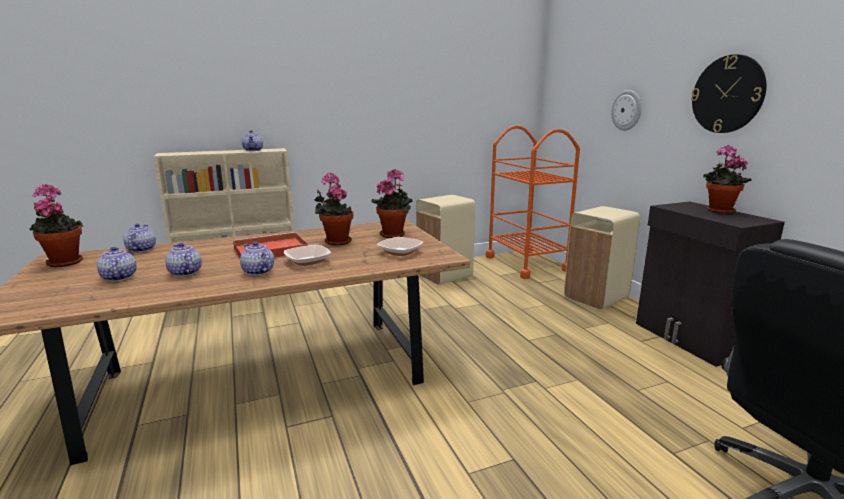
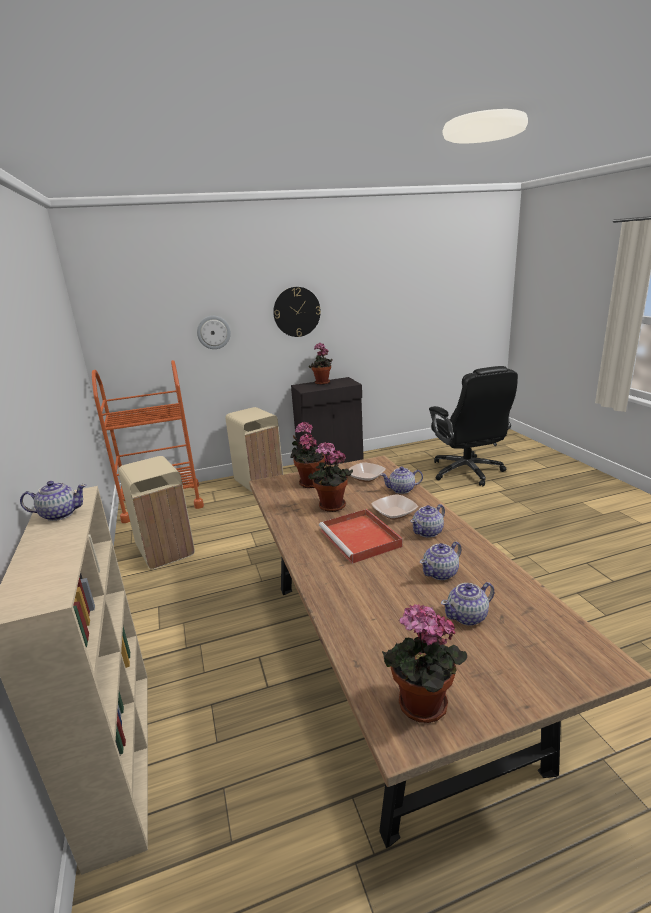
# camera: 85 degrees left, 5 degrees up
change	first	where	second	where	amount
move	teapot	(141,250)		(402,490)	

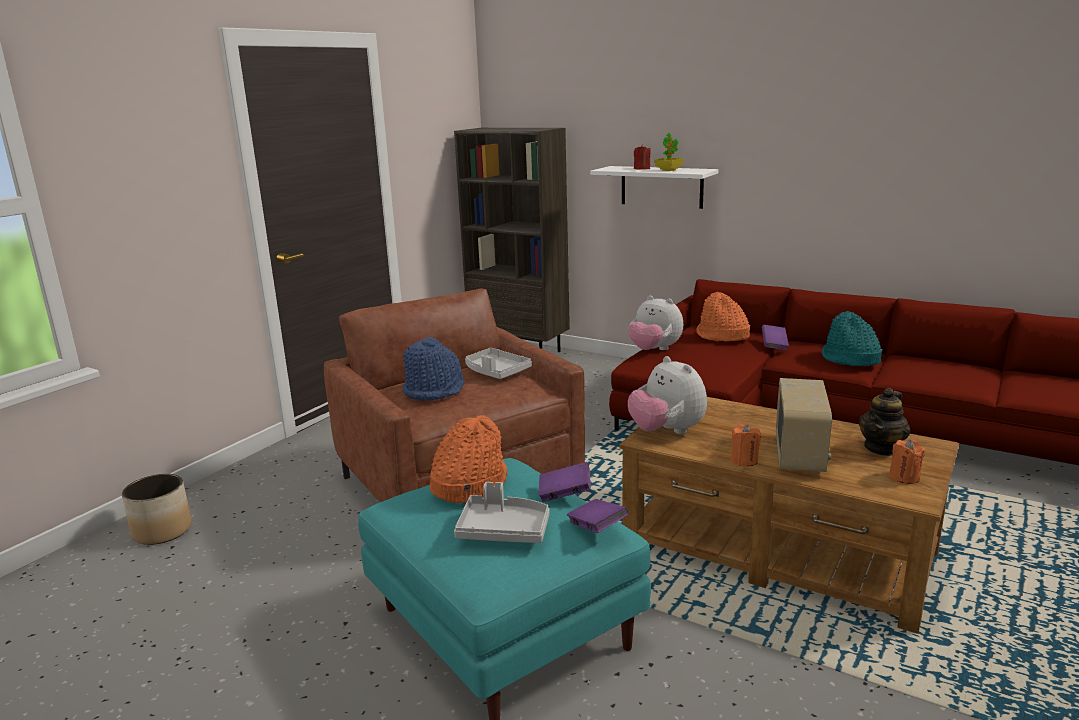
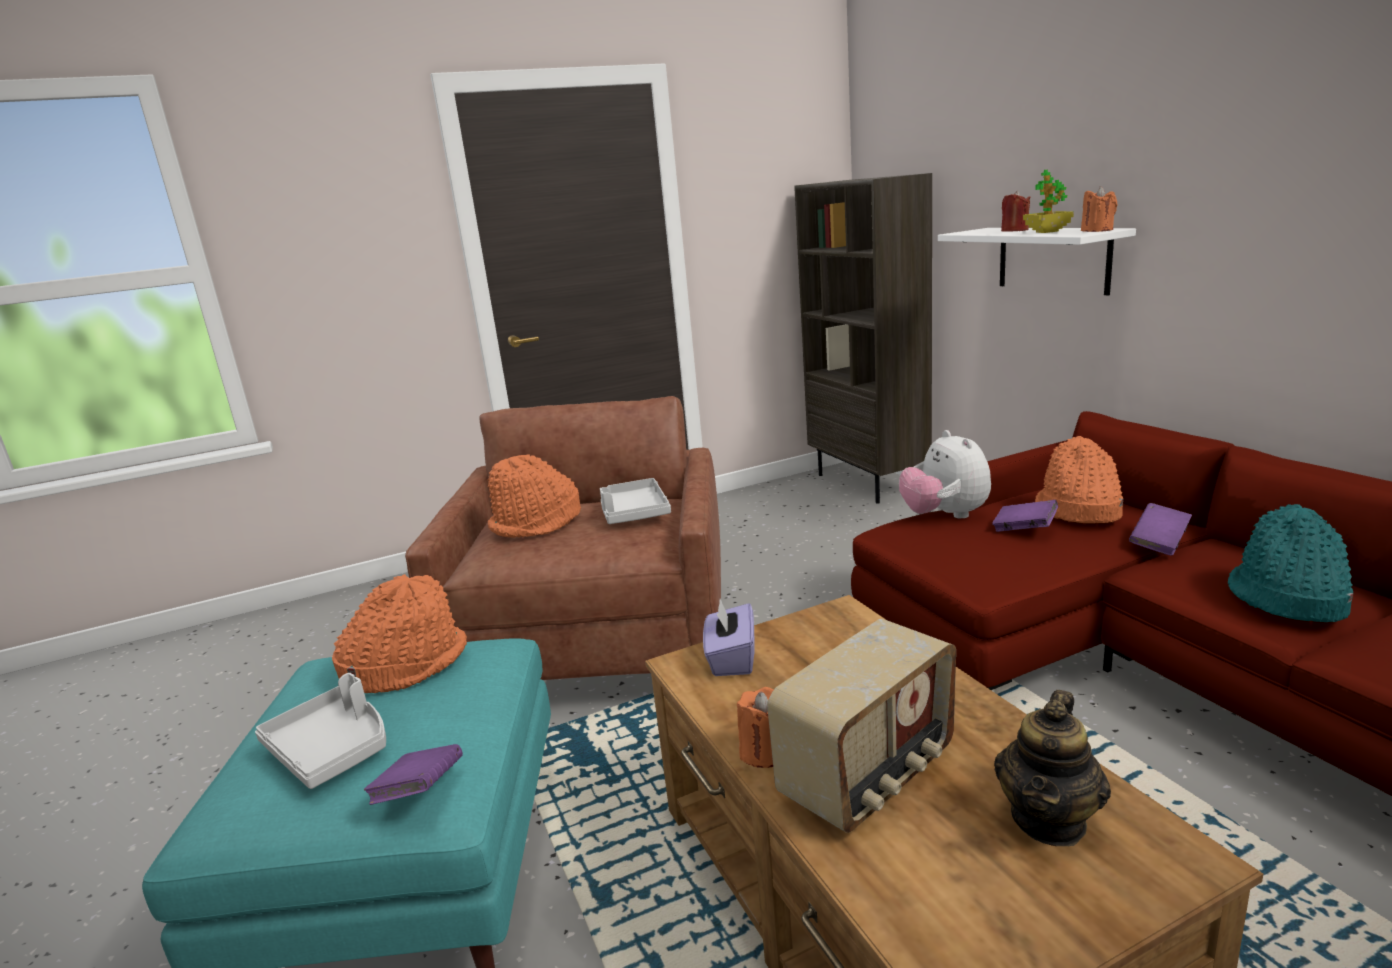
# camera: 35 degrees right, 0 degrees up
change	first	where	second	where	amount
delete	planter	(162,531)			
move	purple book	(564,494)		(1024,529)	
move	orange candle	(904,477)		(1097,230)	
replace	plush toy	(666,431)	purple tissue box	(731,659)	
recolor	blue hat	(434,390)	orange hat	(537,523)	
rotate	teapot	(882,448)		(1049,820)	45 degrees counterclockwise

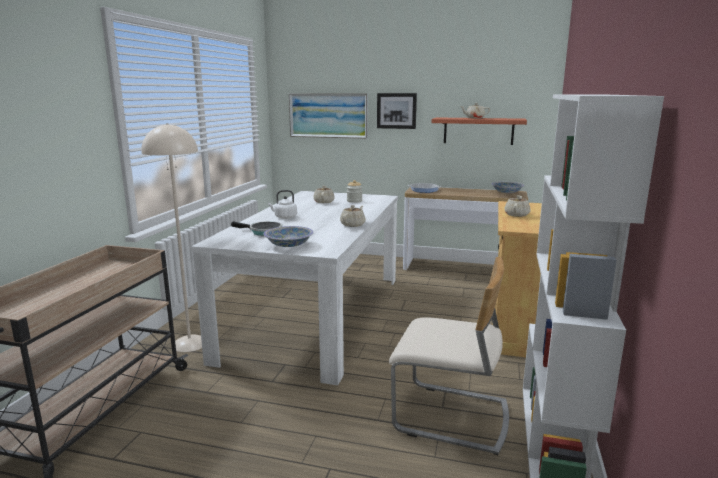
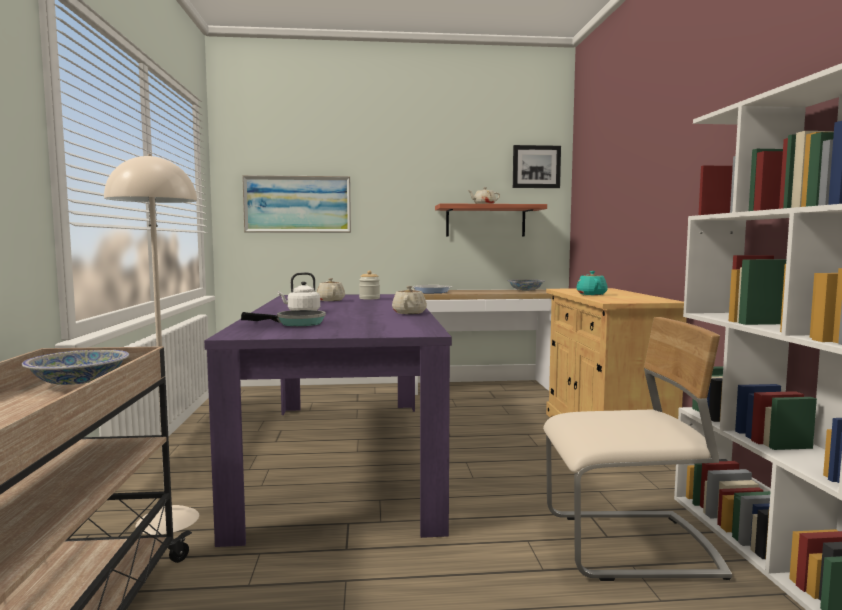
# camera: 20 degrees left, 10 degrees down
change	first	where	second	where	amount
move	bowl	(289,245)		(79,382)	
move	picture	(396,111)		(536,167)	
recolor	white dining table	(317,315)	purple dining table	(343,456)	
recolor	beige teapot	(517,214)	turquoise teapot	(591,294)	

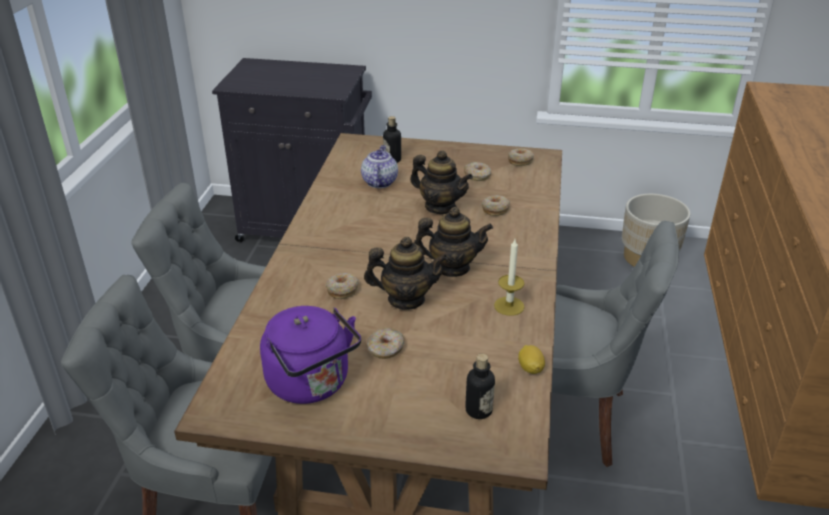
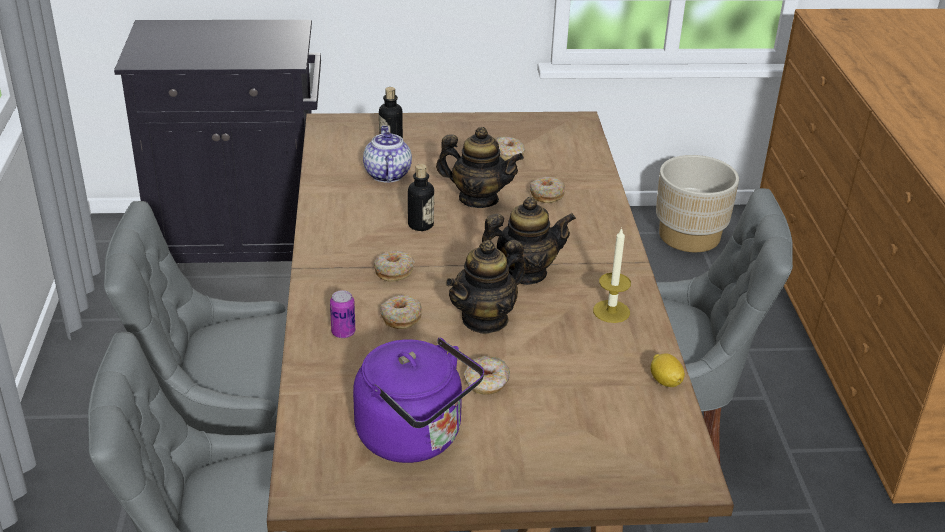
# camera: 15 degrees left, 0 degrees up
change	first	where	second	where	amount
insert			can	(343,332)	
move	bottle	(478,410)		(420,225)	
move	donut	(520,161)		(393,271)	
rotate	teapot	(406,299)		(485,319)	150 degrees clockwise

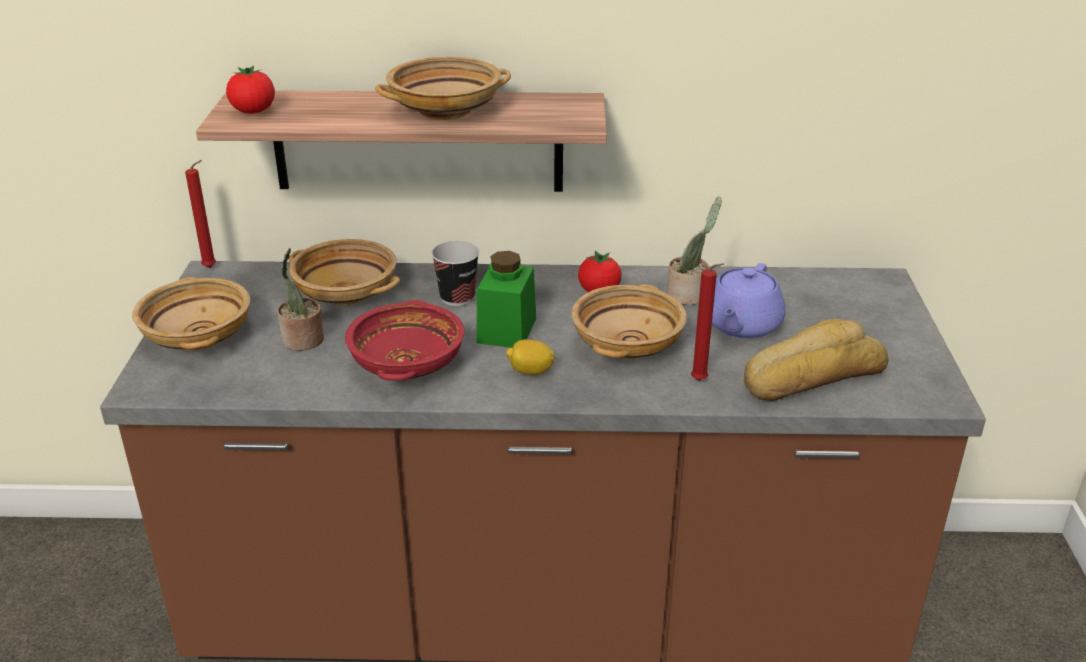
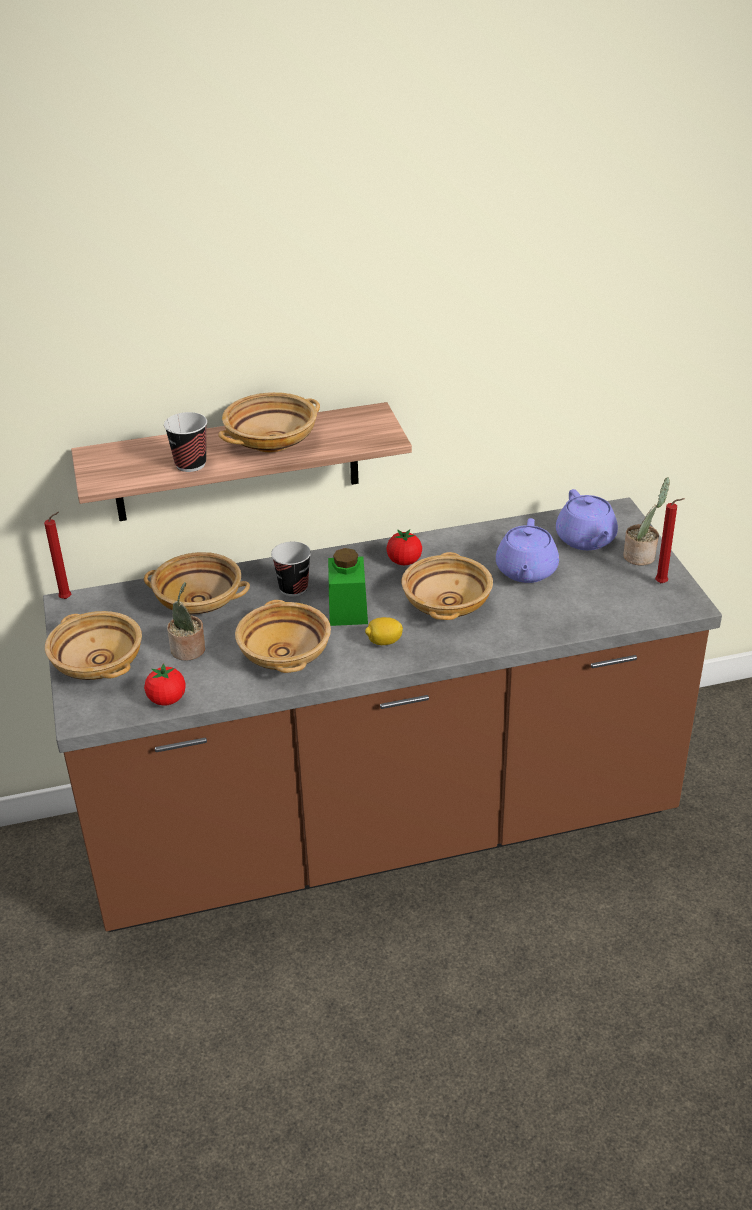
# camera: 15 degrees left, 5 degrees up
change	first	where	second	where	amount
delete	bread	(810,375)			
insert			cup	(190,464)	
insert			purple teapot	(586,540)	
move	tomato	(253,112)		(167,699)	
move	potted plant	(689,295)		(641,556)	
move	red candle	(701,381)		(663,584)	
recolor	red bowl	(408,364)	beige bowl	(285,655)	

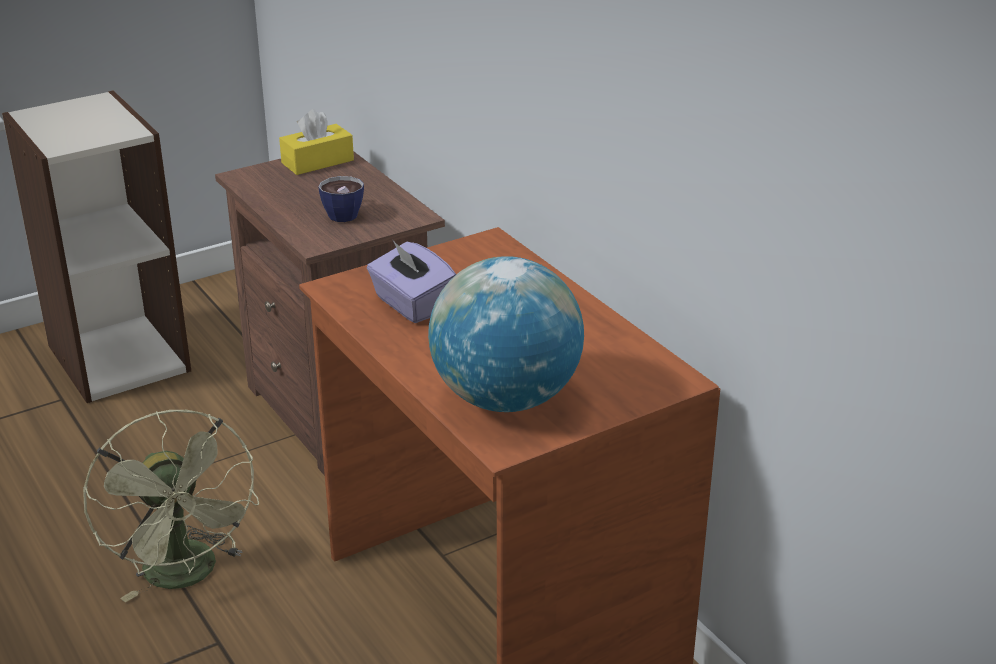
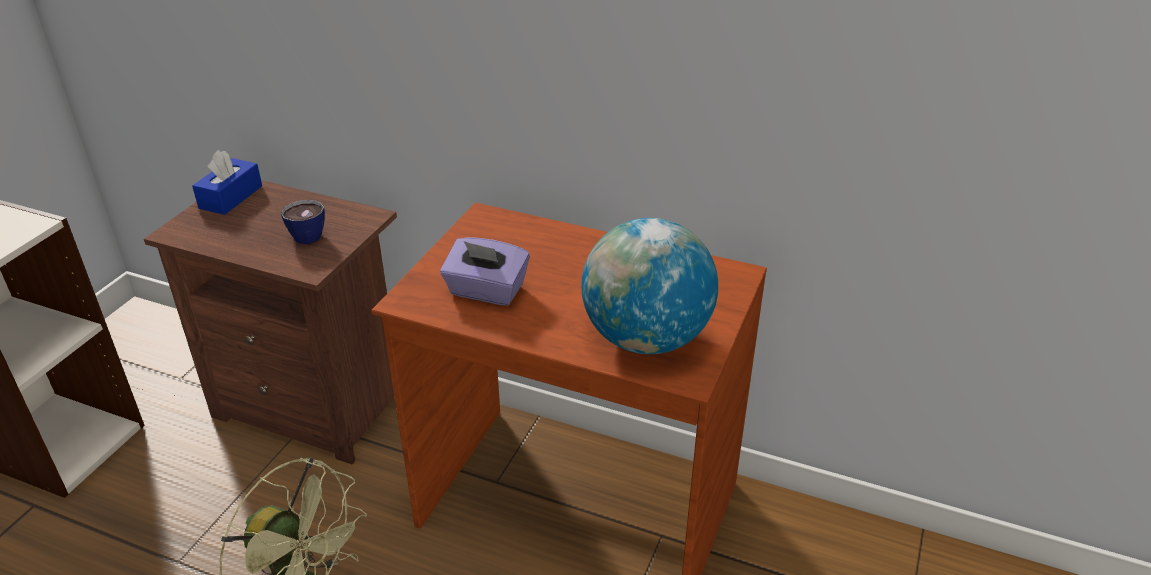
# camera: 35 degrees left, 5 degrees up
change	first	where	second	where	amount
recolor	yellow tissue box	(317,162)	blue tissue box	(231,197)	

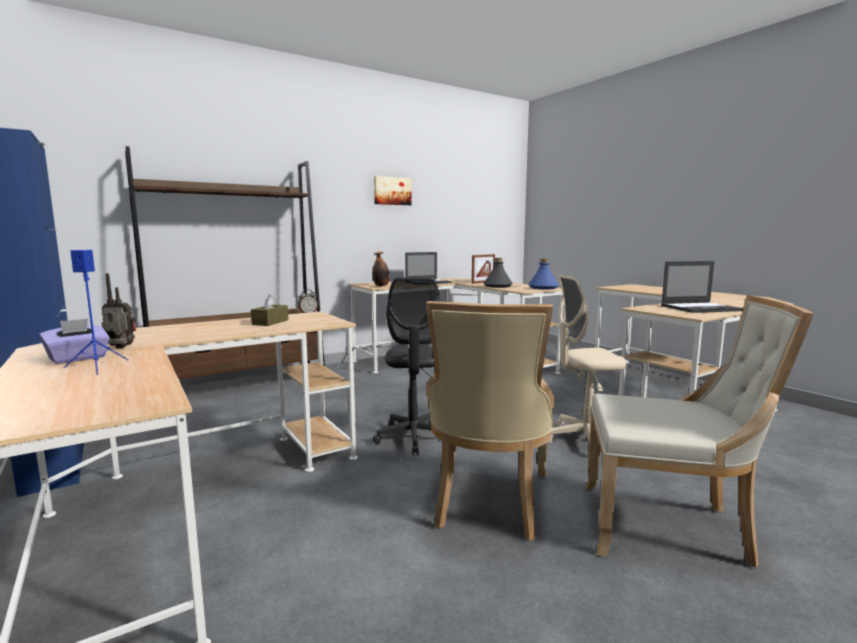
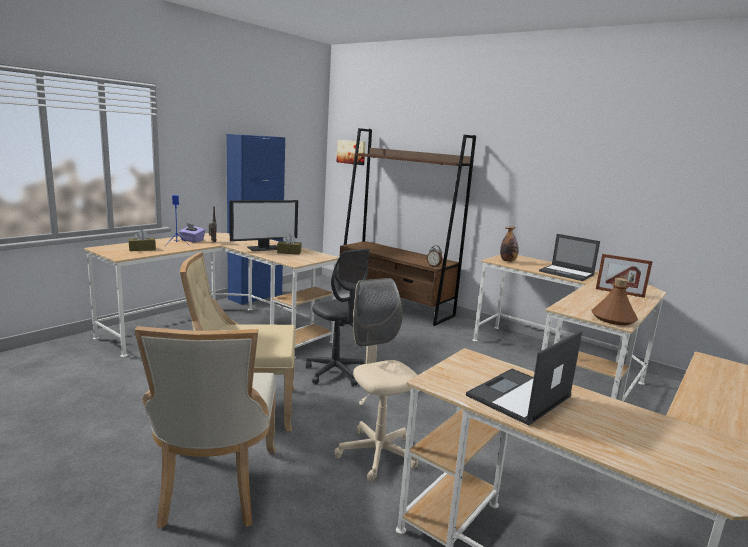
# camera: 70 degrees right, 5 degrees up
change	first	where	second	where	amount
delete	grey bottle	(497,286)			
insert			brown tissue box	(142,249)	
insert			monitor	(264,248)	
move	picture	(392,191)		(351,152)	
recolor	blue bottle	(543,288)	brown bottle	(613,319)	
rotate	grey office chair	(413,438)		(335,373)	105 degrees counterclockwise
rotate	laptop	(701,308)		(518,396)	75 degrees clockwise

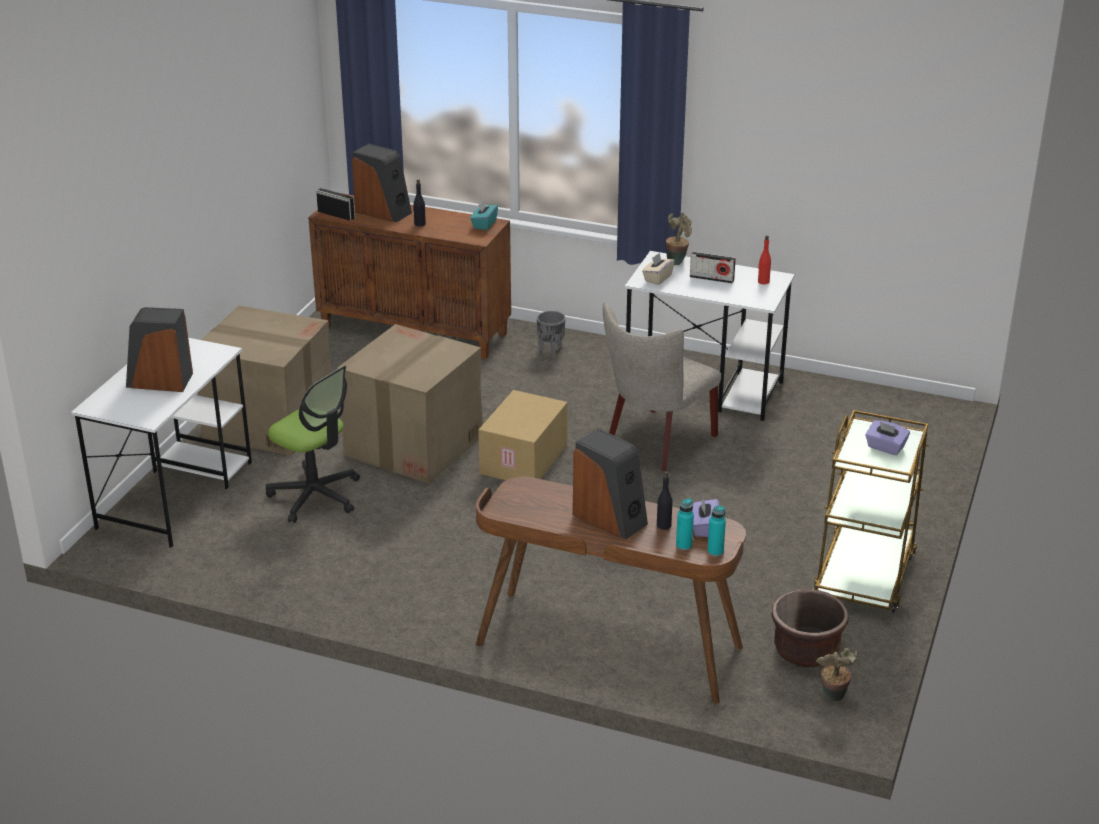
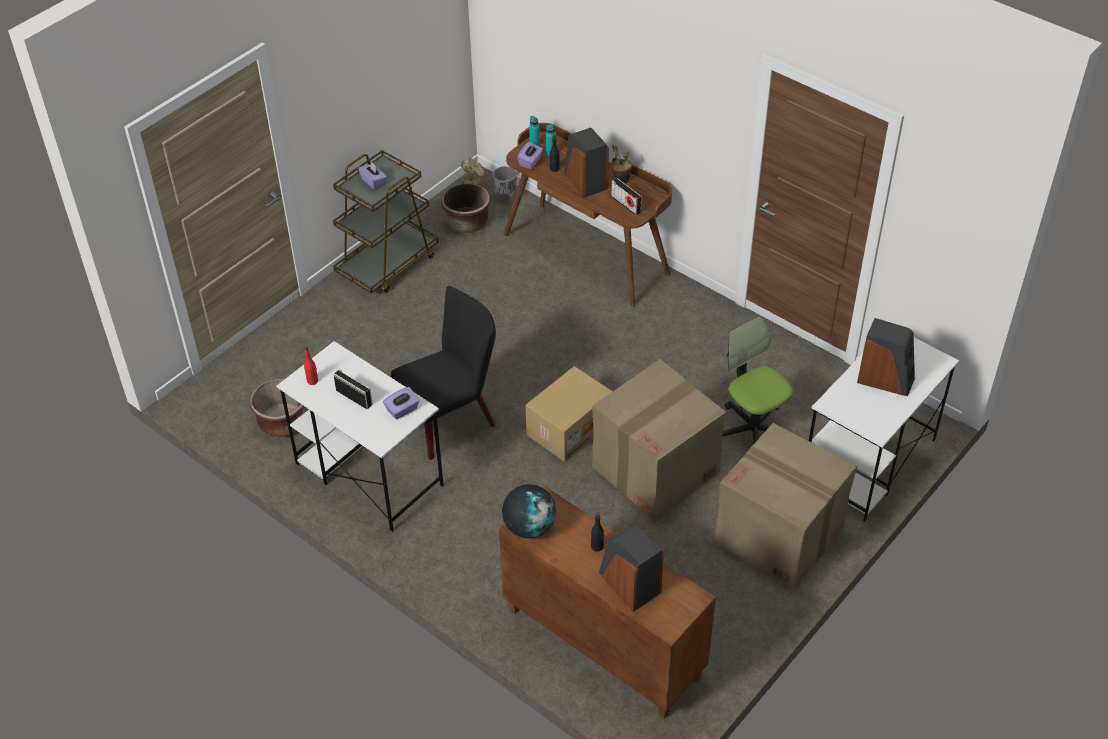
# camera: 160 degrees left, 15 degrees up
change	first	where	second	where	amount
insert			brown planter	(282,423)	
move	radio	(336,215)		(626,204)	
move	grey planter	(551,352)		(505,198)	
move	potted plant	(677,261)		(620,180)	
replace	turquoise tissue box	(484,224)	globe	(529,527)	
recolor	beige chair	(656,443)	black chair	(452,418)	
recolor	beige tissue box	(657,278)	purple tissue box	(402,410)	

